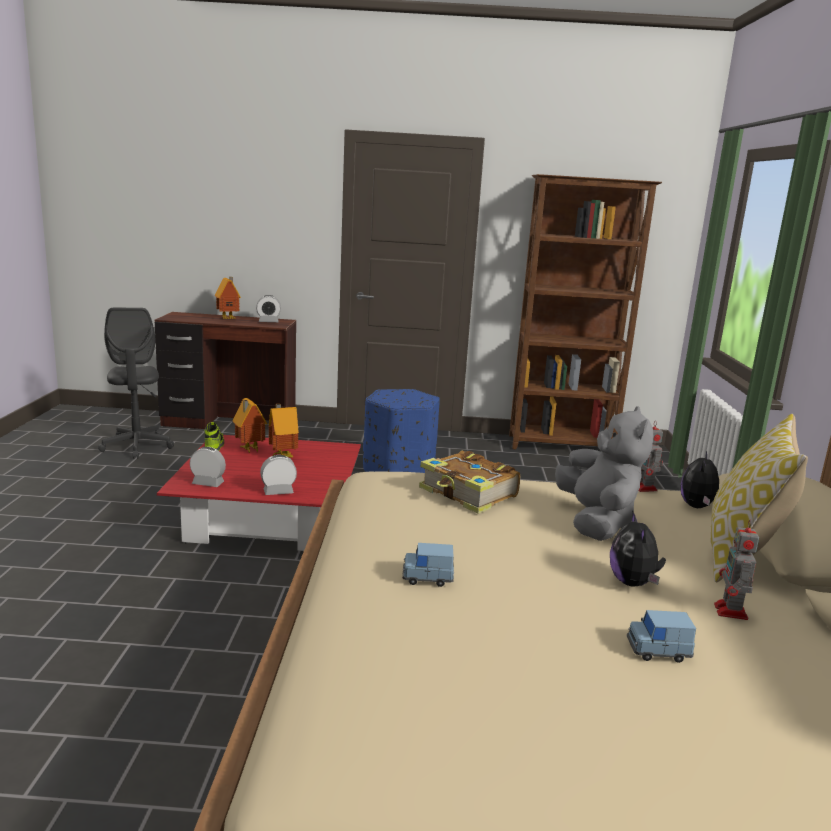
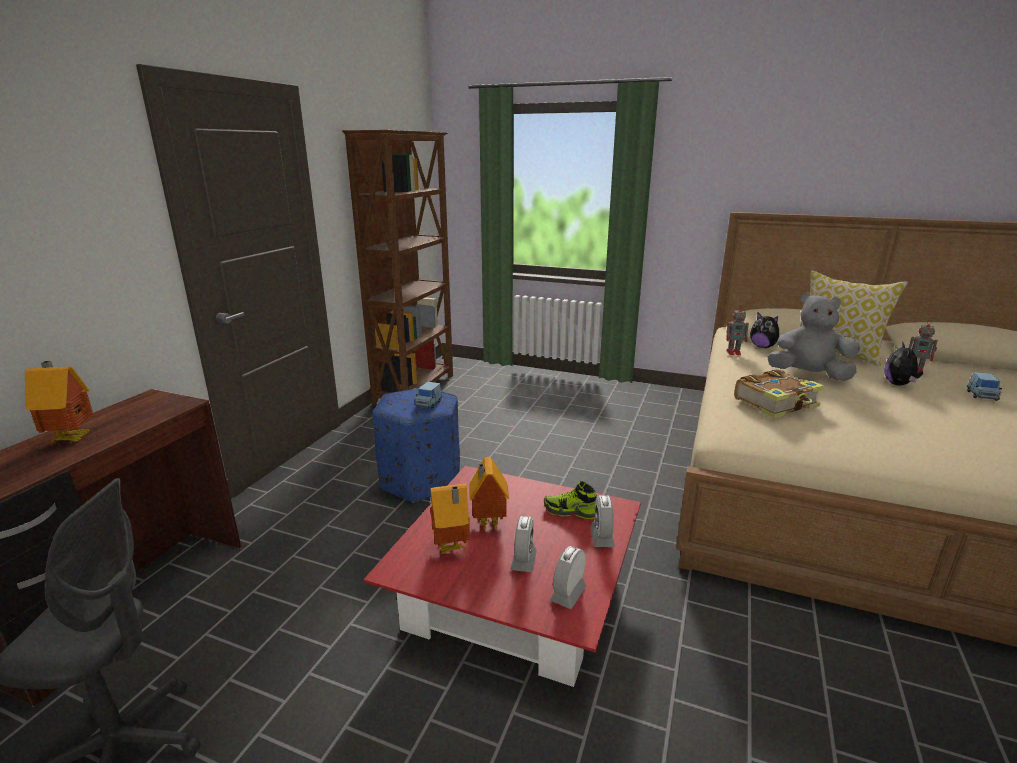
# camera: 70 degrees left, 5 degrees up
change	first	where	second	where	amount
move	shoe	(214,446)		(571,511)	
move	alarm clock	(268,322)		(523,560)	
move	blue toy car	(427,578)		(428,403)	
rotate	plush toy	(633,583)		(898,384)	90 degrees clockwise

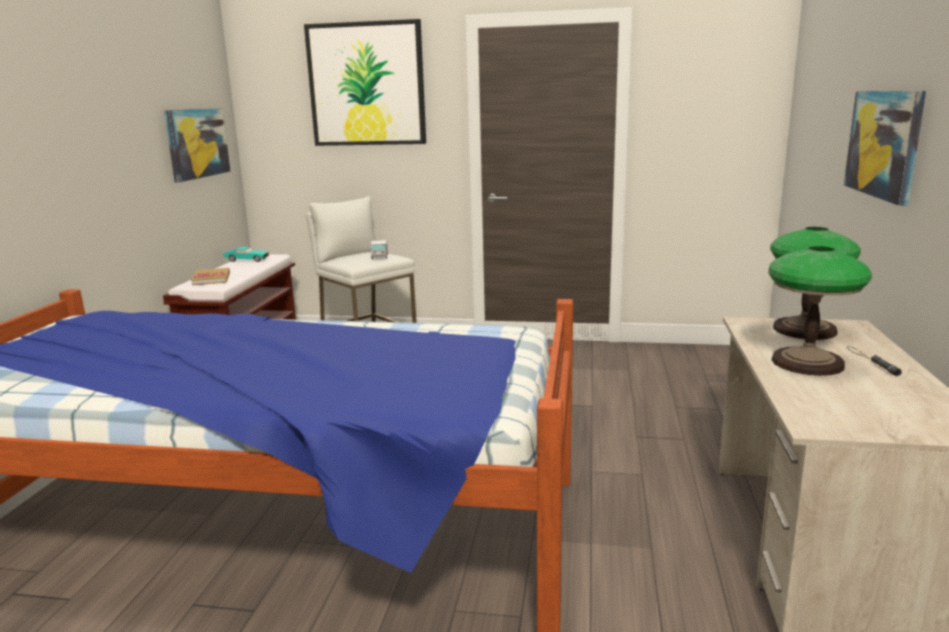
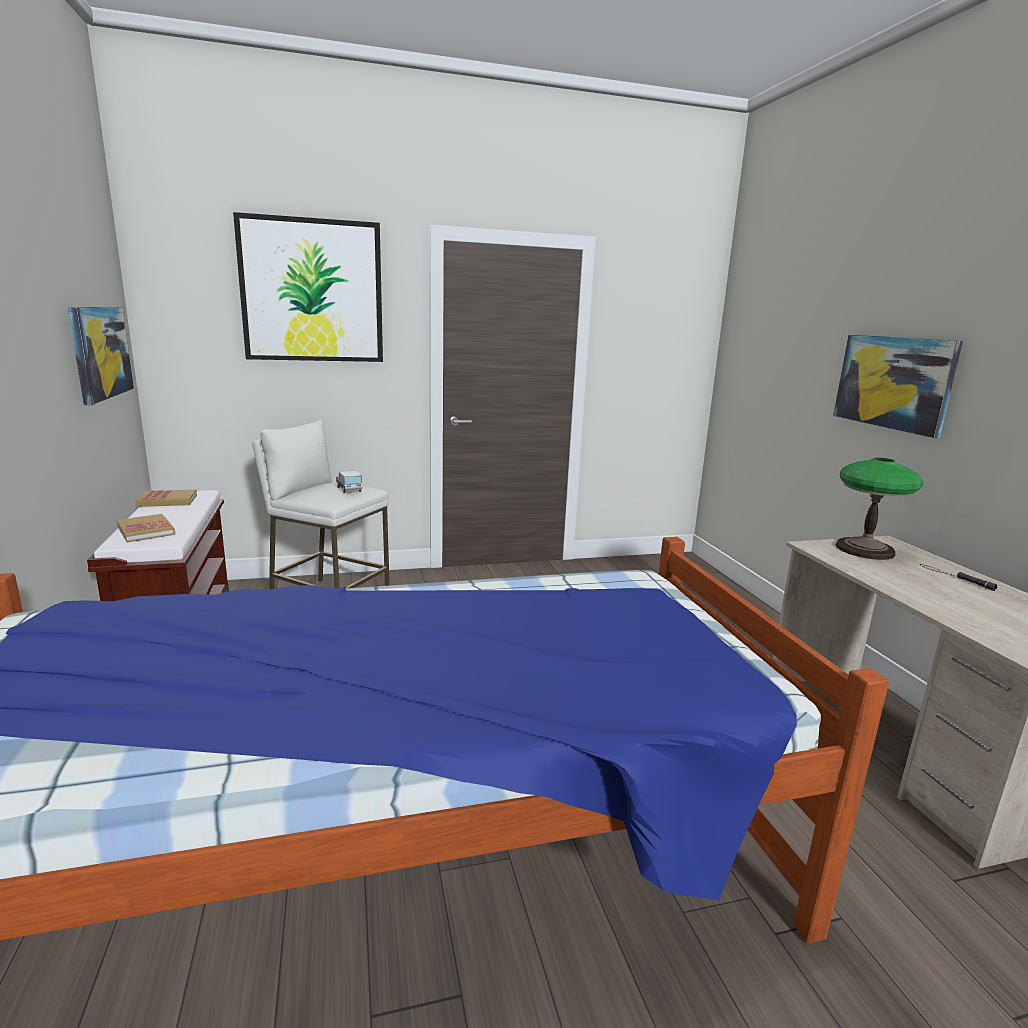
# camera: 25 degrees left, 0 degrees up
change	first	where	second	where	amount
delete	table lamp	(808,363)			
replace	turquoise toy car	(246,260)	book	(167,501)	

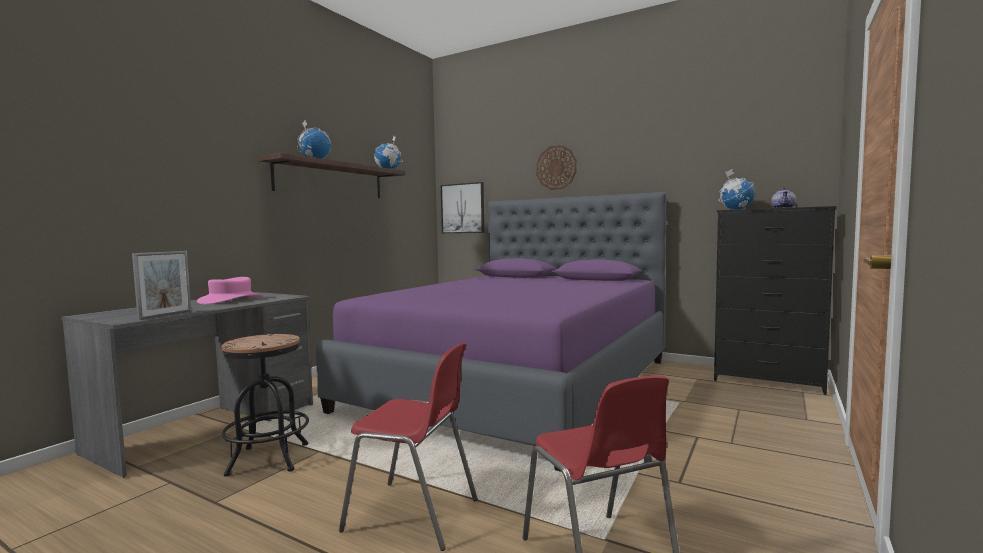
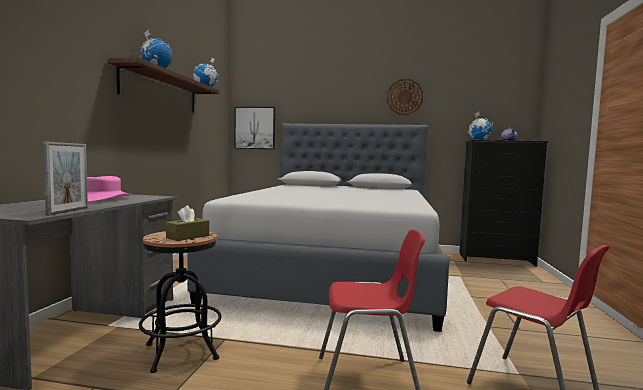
# camera: 20 degrees left, 0 degrees up
change	first	where	second	where	amount
insert			brown tissue box	(188,237)	
move	wall clock	(556,167)		(404,97)	
recolor	purple bed	(517,384)	grey bed	(335,271)	

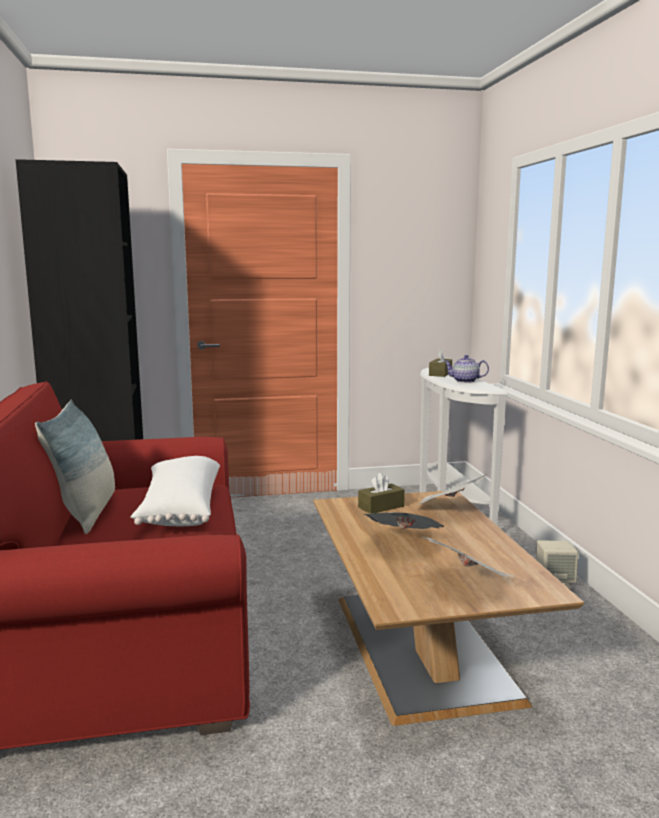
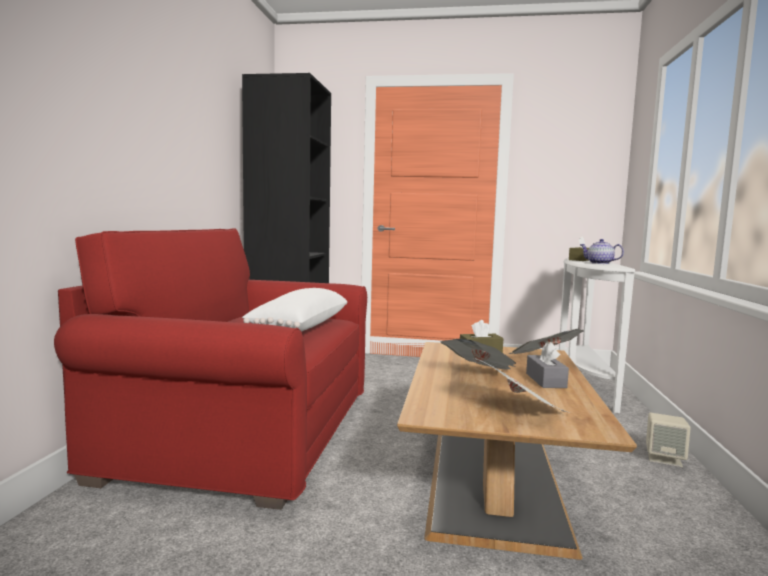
# camera: 20 degrees right, 5 degrees down
change	first	where	second	where	amount
delete	pillow	(86,513)			
insert			grey tissue box	(545,380)	

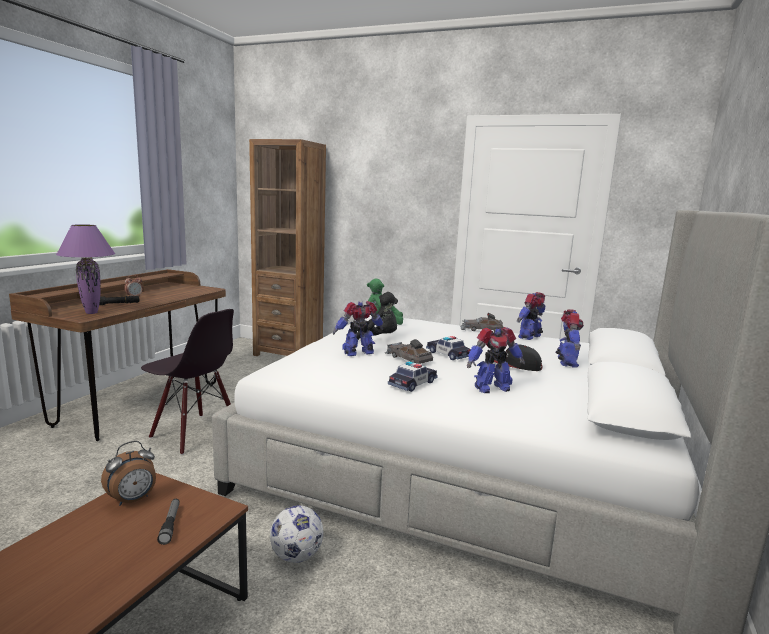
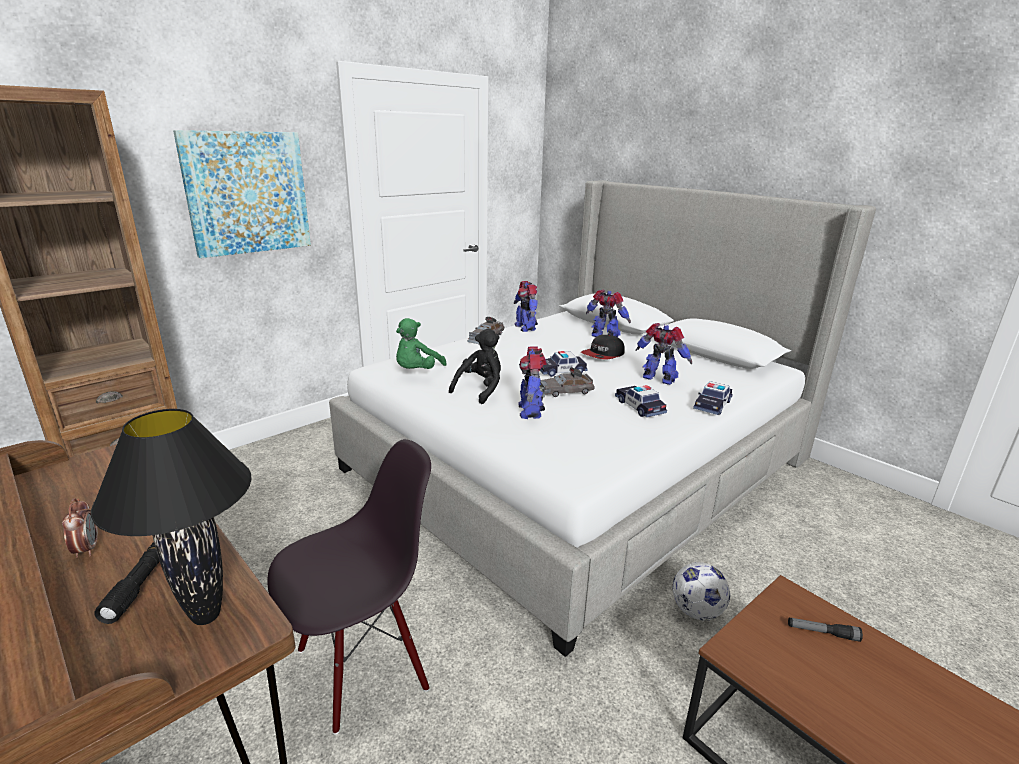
# camera: 65 degrees left, 10 degrees up
change	first	where	second	where	amount
delete	alarm clock	(133,500)			
insert			picture	(247,193)	
insert			toy car	(712,405)	
recolor	purple table lamp	(92,313)	black table lamp	(207,615)	
rotate	toy robot	(491,388)		(659,379)	60 degrees counterclockwise

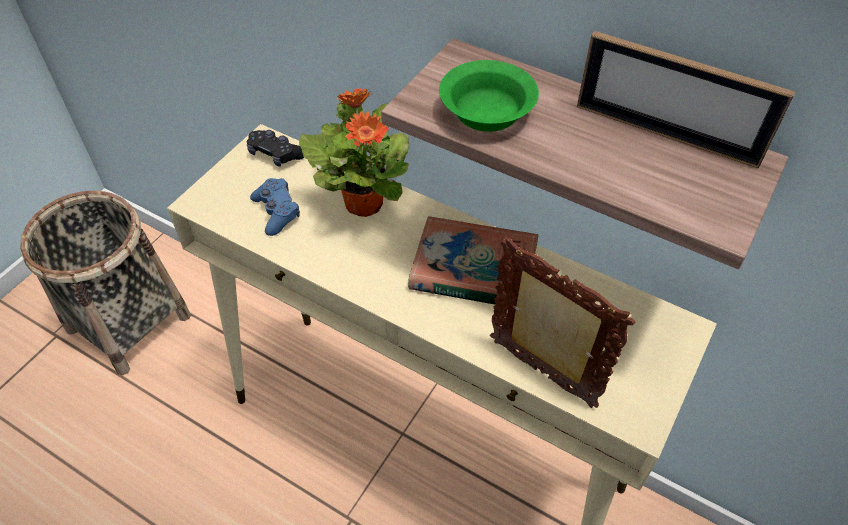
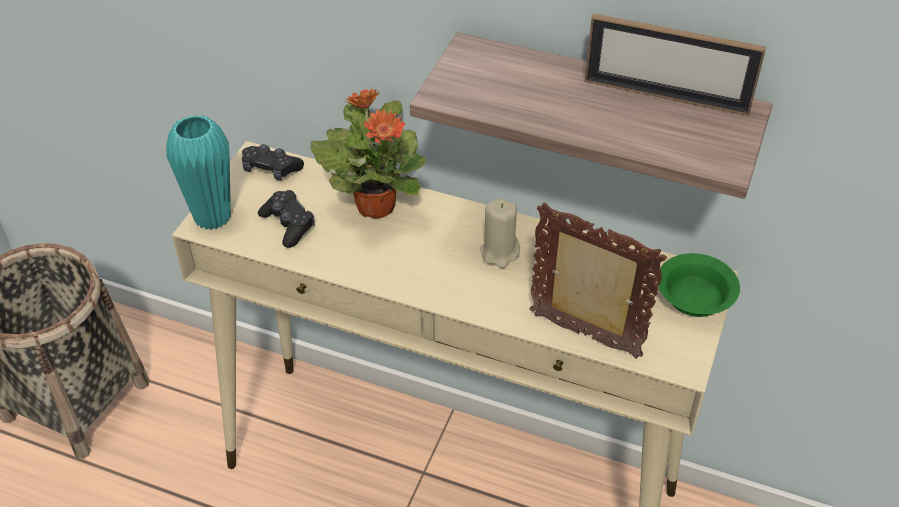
# camera: 10 degrees left, 5 degrees down
change	first	where	second	where	amount
insert			turquoise vase	(212,217)	
move	green bowl	(486,111)		(693,297)	
replace	book	(473,269)	beige candle	(499,253)	
recolor	blue game controller	(276,212)	black game controller	(288,225)	

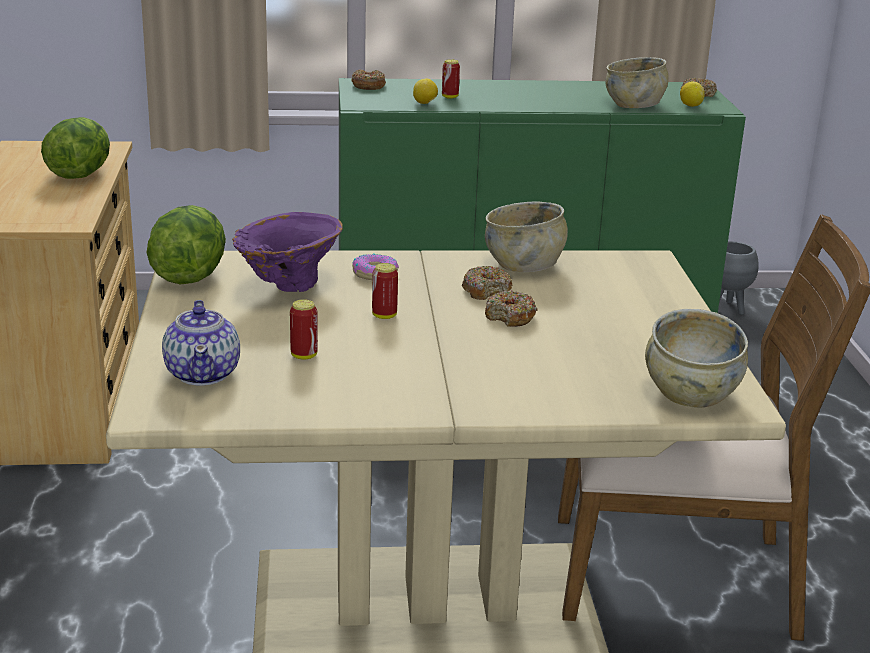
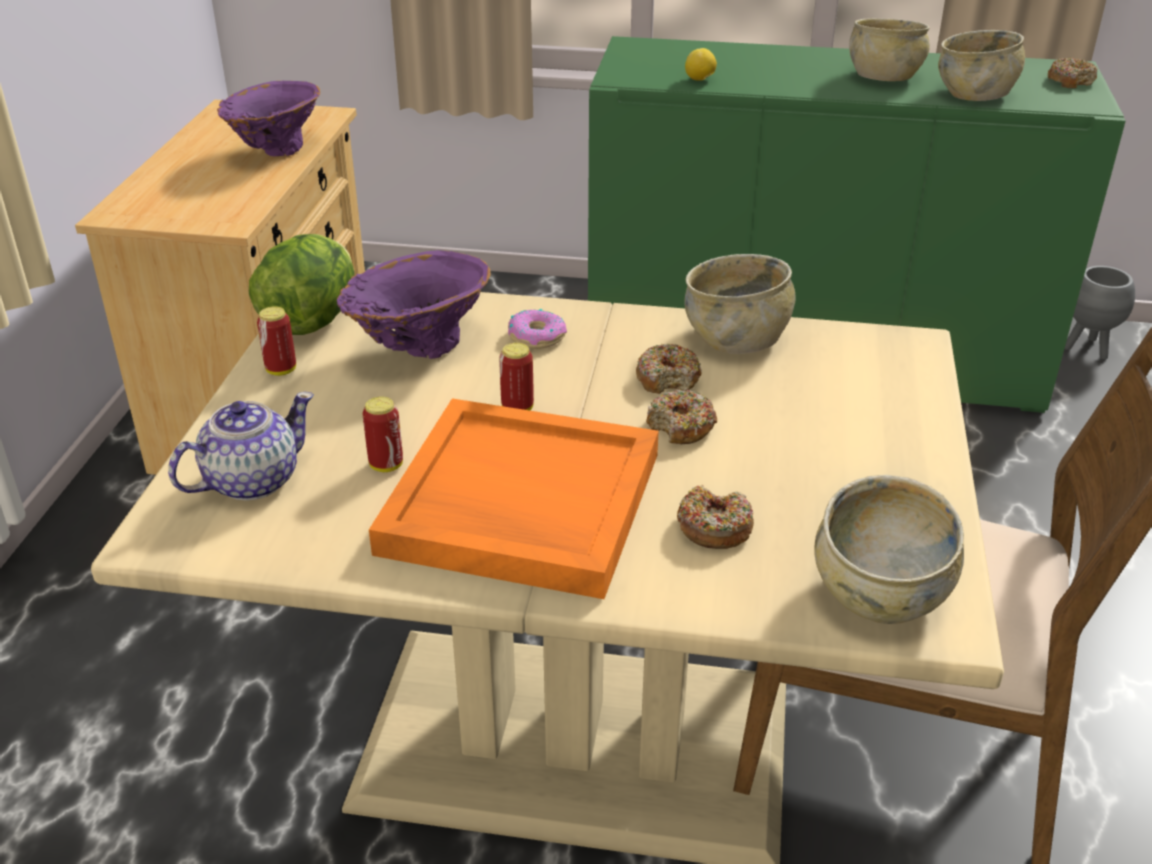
# camera: 15 degrees right, 10 degrees up
change	first	where	second	where	amount
delete	lemon	(690,105)			
insert			orange tray	(519,504)	
insert			beige bowl	(884,77)	
move	donut	(368,86)		(714,528)	
move	can	(450,97)		(281,370)	
replace	lettuce	(80,174)	purple vase	(275,152)	
rotate	teapot	(203,373)		(250,481)	135 degrees counterclockwise

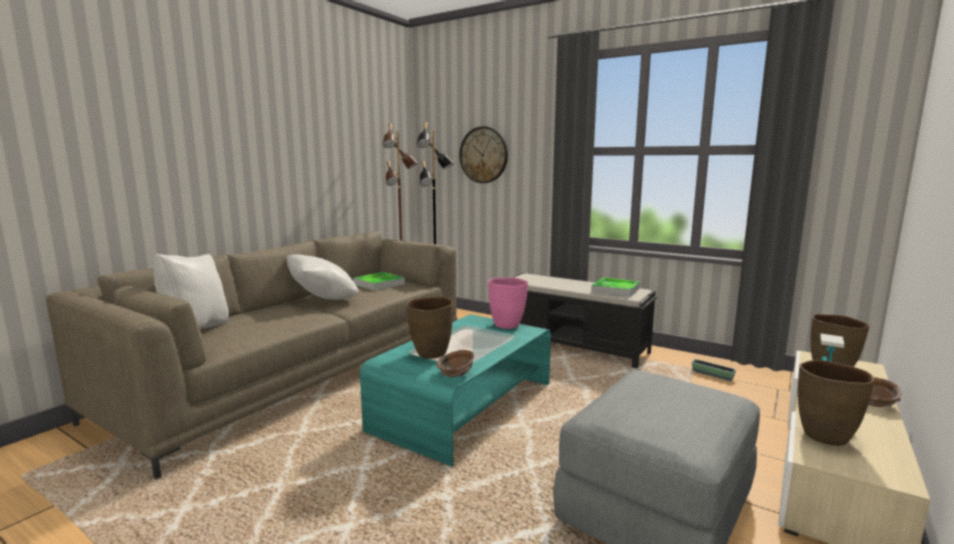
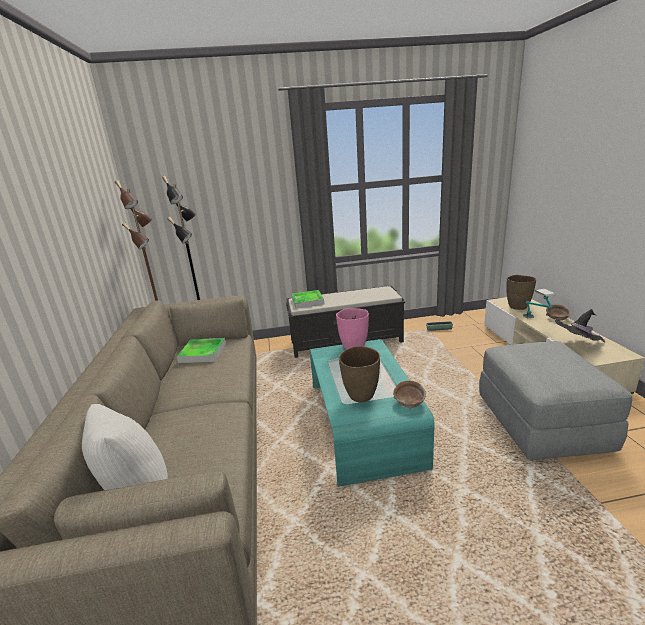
# camera: 40 degrees left, 10 degrees up
change	first	where	second	where	amount
delete	white pillow	(323,299)			
delete	wall clock	(483,155)			
move	tray	(615,290)		(307,301)	
replace	brown vase	(824,436)	black hat	(577,345)	

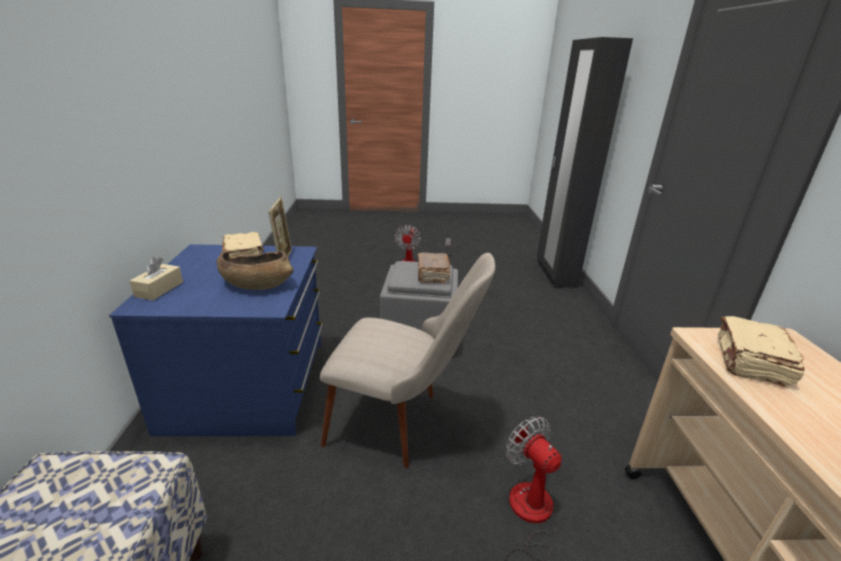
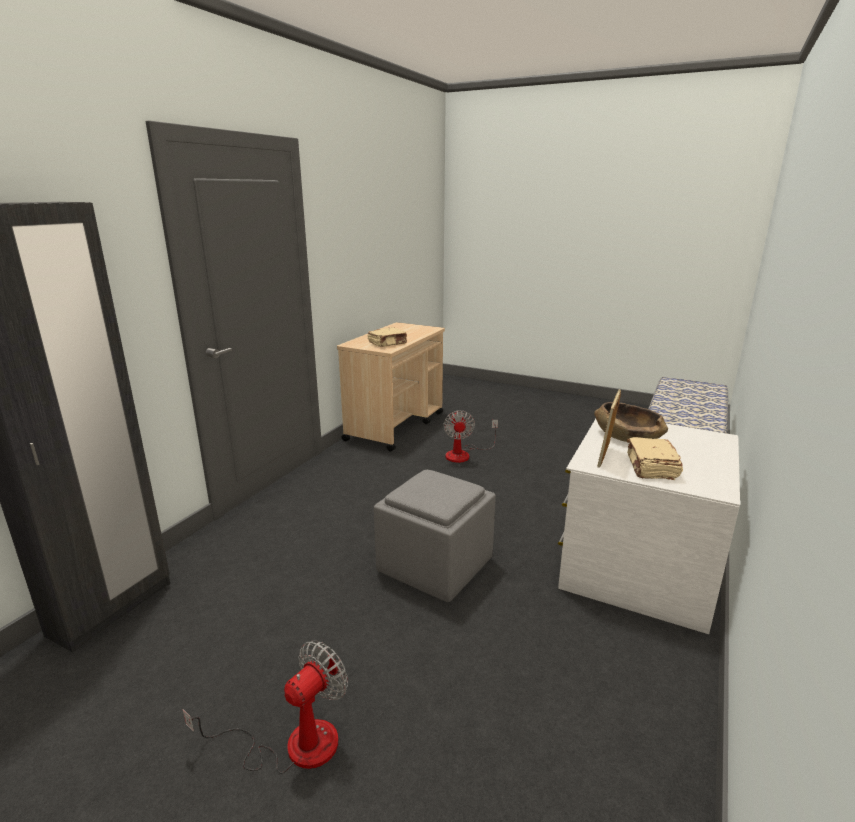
# camera: 150 degrees left, 5 degrees down
change	first	where	second	where	amount
delete	beige tissue box	(159,289)			
delete	beige chair	(402,423)			
delete	brown book	(432,275)			
recolor	blue dresser	(250,384)	white dresser	(636,565)	

